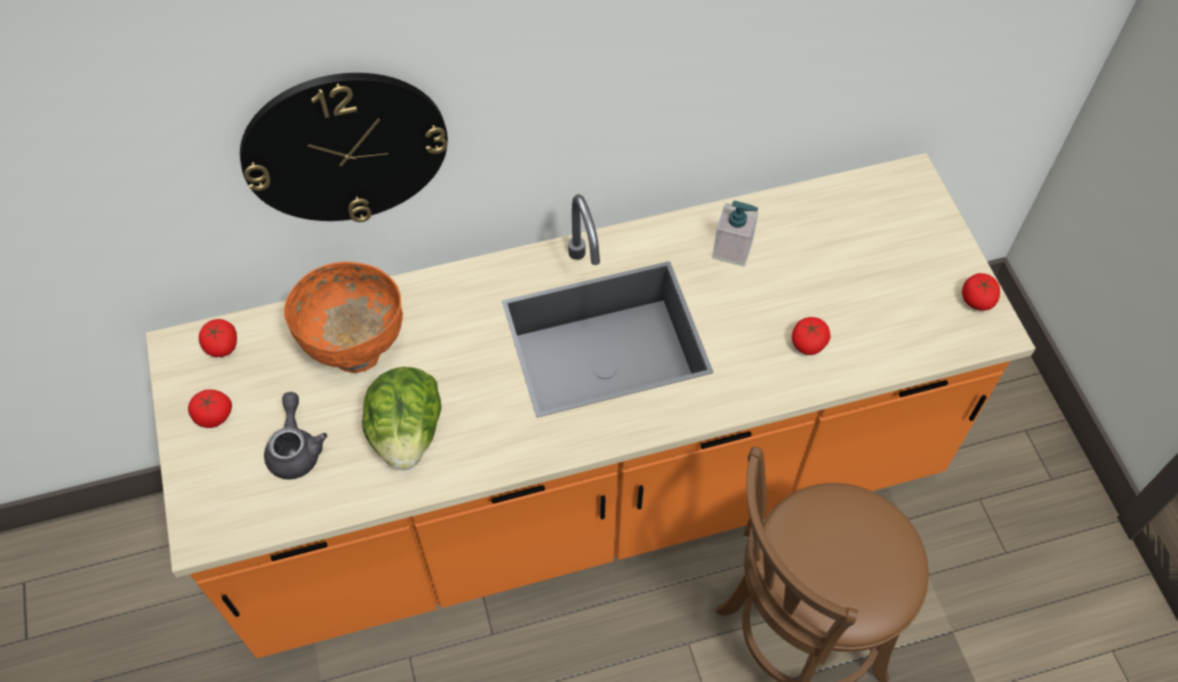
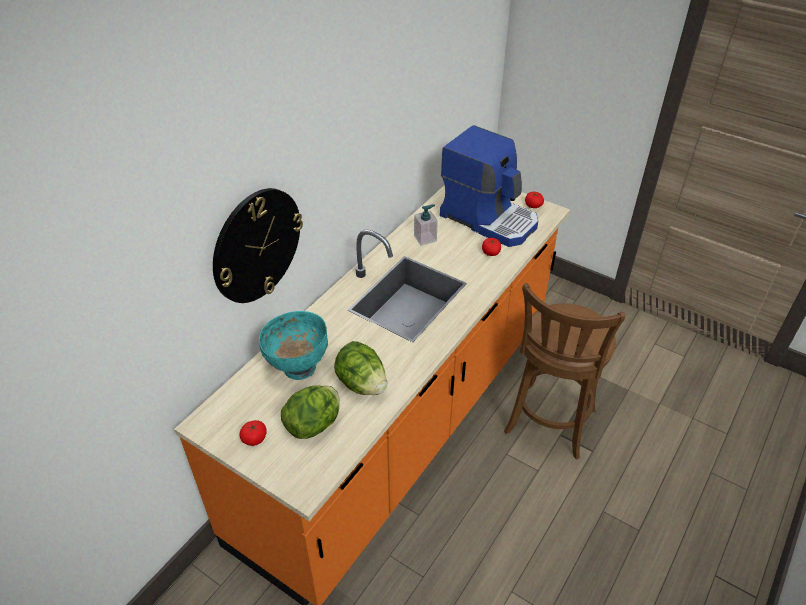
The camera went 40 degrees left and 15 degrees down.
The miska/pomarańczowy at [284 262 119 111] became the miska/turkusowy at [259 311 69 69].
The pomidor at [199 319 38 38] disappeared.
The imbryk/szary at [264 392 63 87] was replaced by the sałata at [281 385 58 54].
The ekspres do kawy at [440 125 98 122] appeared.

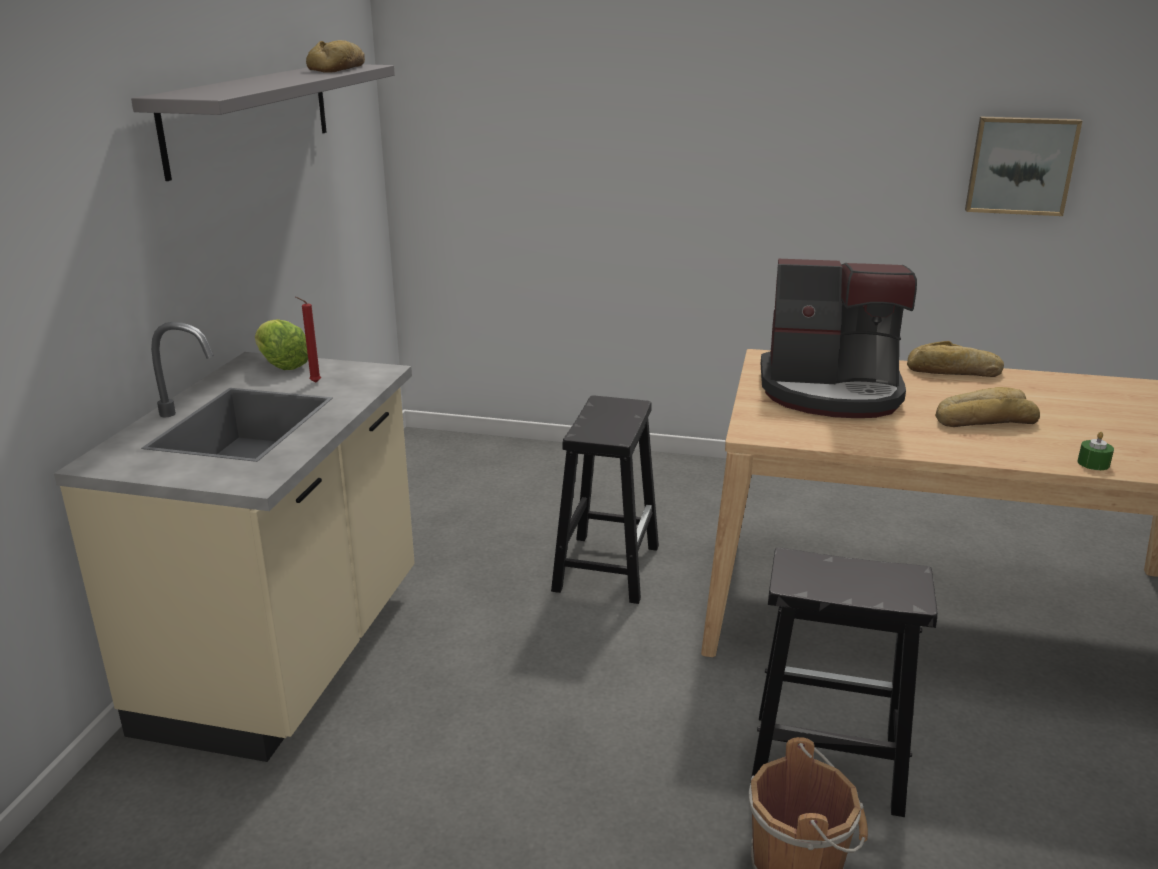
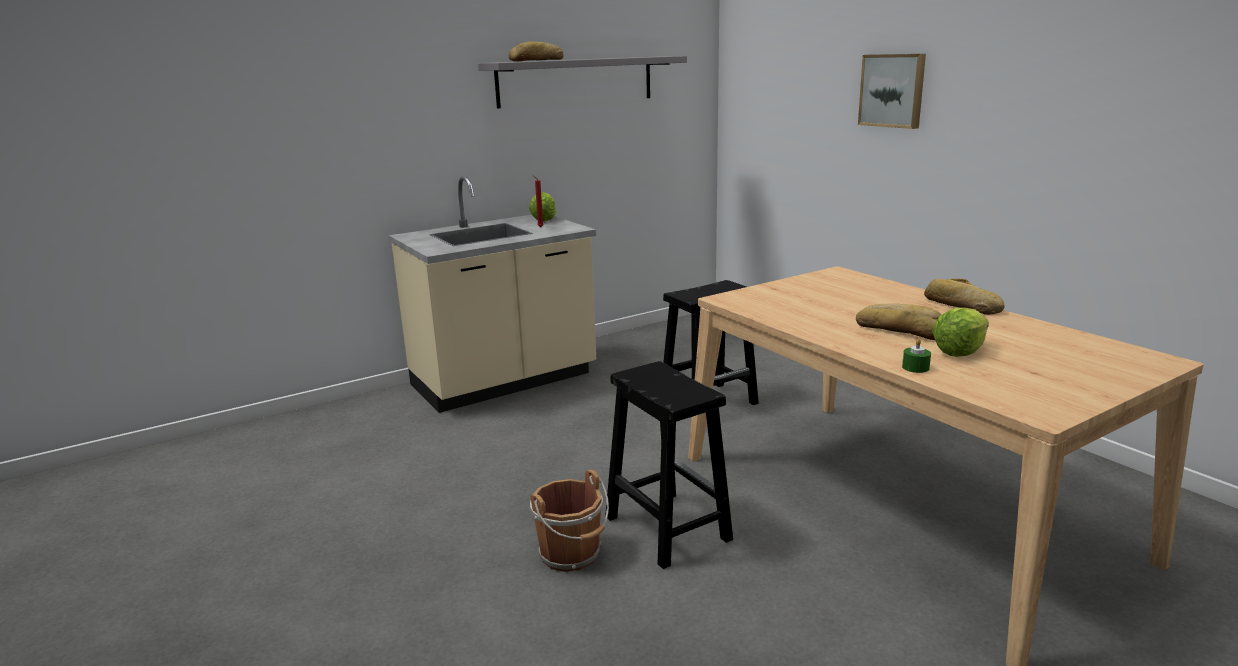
The camera went 45 degrees right and 5 degrees down.
The chleb moved from [306 40 59 33] to [509 42 55 20].
The obraz moved from [965 117 117 99] to [858 54 68 75].
The ekspres do kawy at [761 259 156 159] disappeared.
The sałata at [932 308 57 49] appeared.

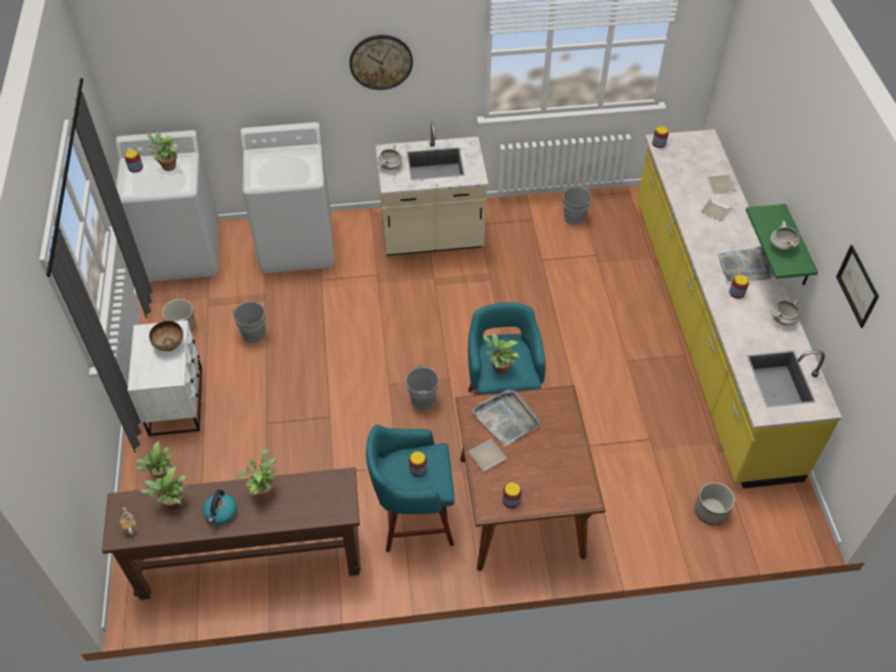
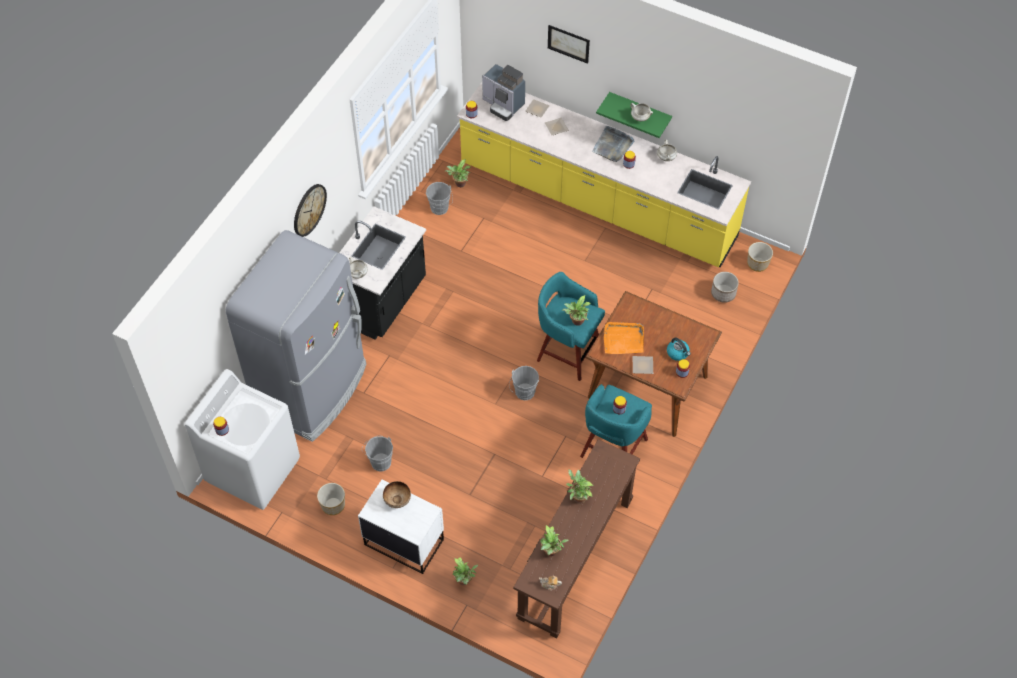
The camera went 55 degrees left and 5 degrees up.
The pralka/biały at [240 122 94 151] was replaced by the lodówka/szary at [226 230 140 212].
The zabudowa kuchenna/beżowy at [376 122 112 134] became the zabudowa kuchenna/czarny at [339 207 87 133].
The roślina doniczkowa moved from [146 132 32 39] to [445 159 26 28].
The obraz moved from [836 245 43 83] to [548 25 42 39].
The taca/szary at [472 389 68 57] became the taca/pomarańczowy at [604 322 40 32].
The czajnik moved from [203 489 33 36] to [667 337 24 24].
The ekspres do kawy at [482 64 43 57] appeared.
The donica at [747 242 26 30] appeared.

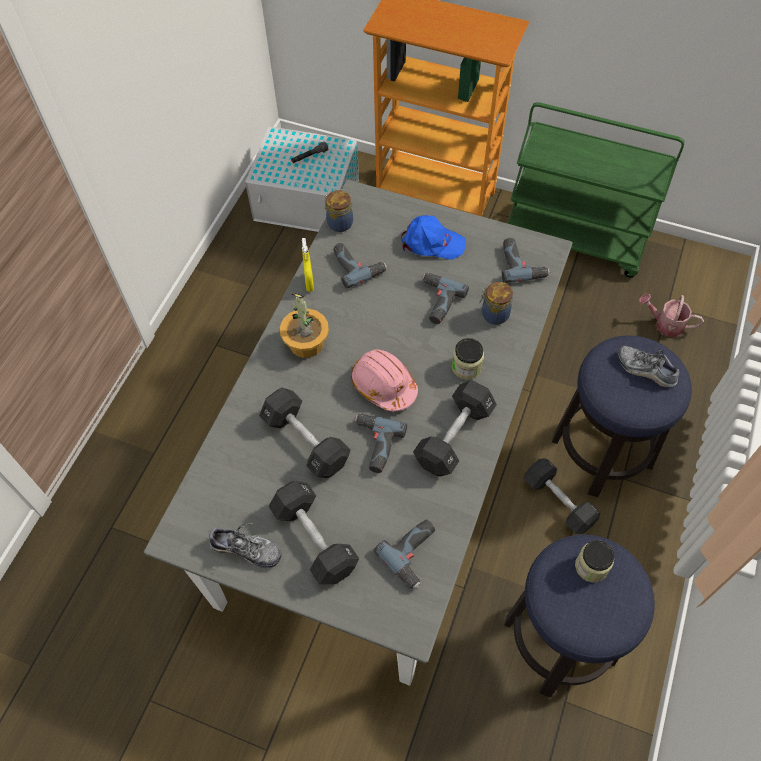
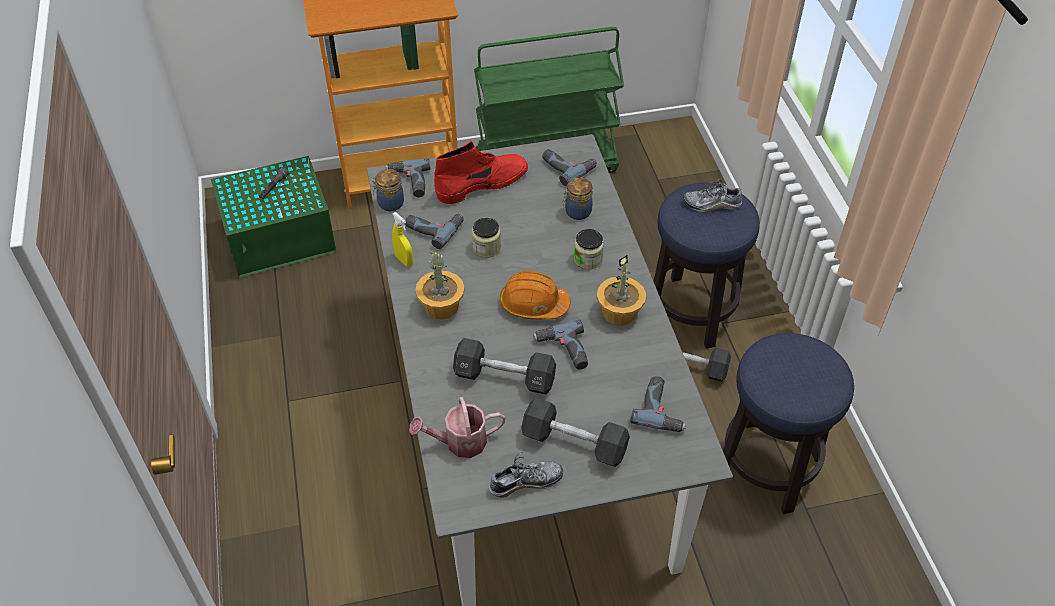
The camera went 35 degrees left and 10 degrees down.
The pojemnik do przechowywania/biały at [245 126 114 106] became the pojemnik do przechowywania/zielony at [211 156 125 122].
The czapka z daszkiem/niebieski at [401 215 65 45] was replaced by the but z cholewką/czerwony at [434 140 94 64].
The wiertarka moved from [422 273 47 51] to [385 158 45 39].
The konewka moved from [639 294 65 43] to [409 397 96 61].
The kask/różowy at [351 349 67 63] became the kask/pomarańczowy at [500 271 71 49].
The hantel/czarny at [413 380 84 96] was replaced by the roślina doniczkowa at [597 255 49 71].
The słoik moved from [575 540 39 42] to [472 218 29 40].

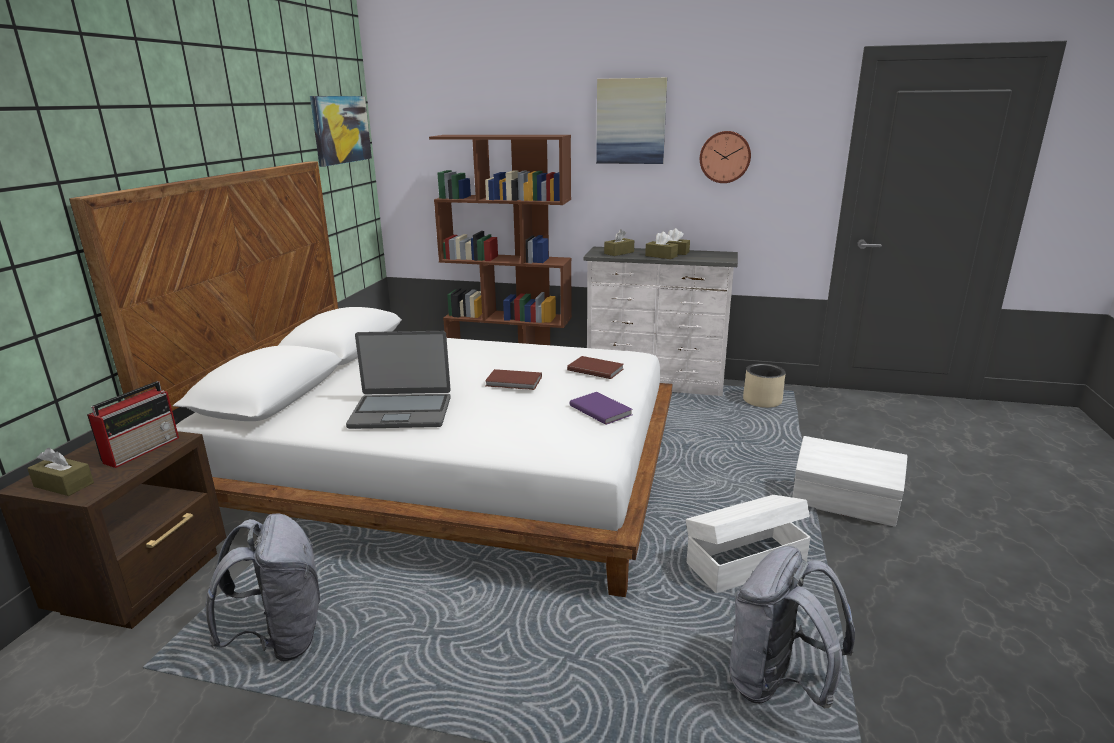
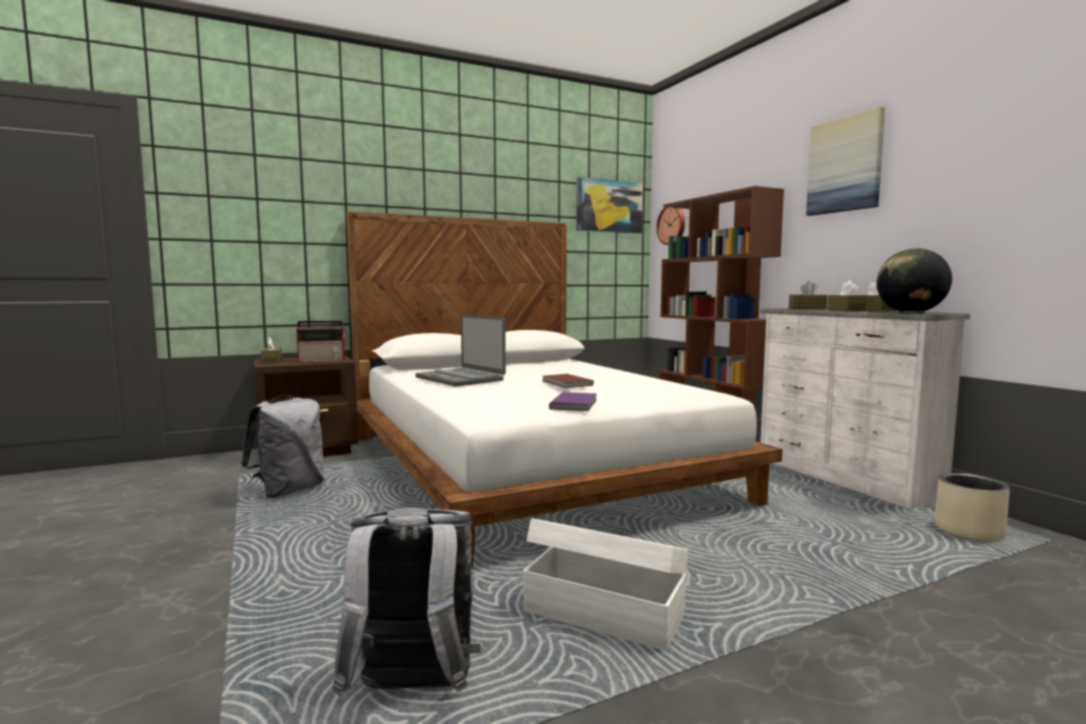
The camera went 50 degrees right and 15 degrees down.
The zegar ścienny moved from [700 131 51 52] to [657 207 28 38].
The książka/brązowy at [567 356 57 23] disappeared.
The pojemnik do przechowywania/biały at [793 436 114 91] disappeared.
The globus at [877 248 75 65] appeared.

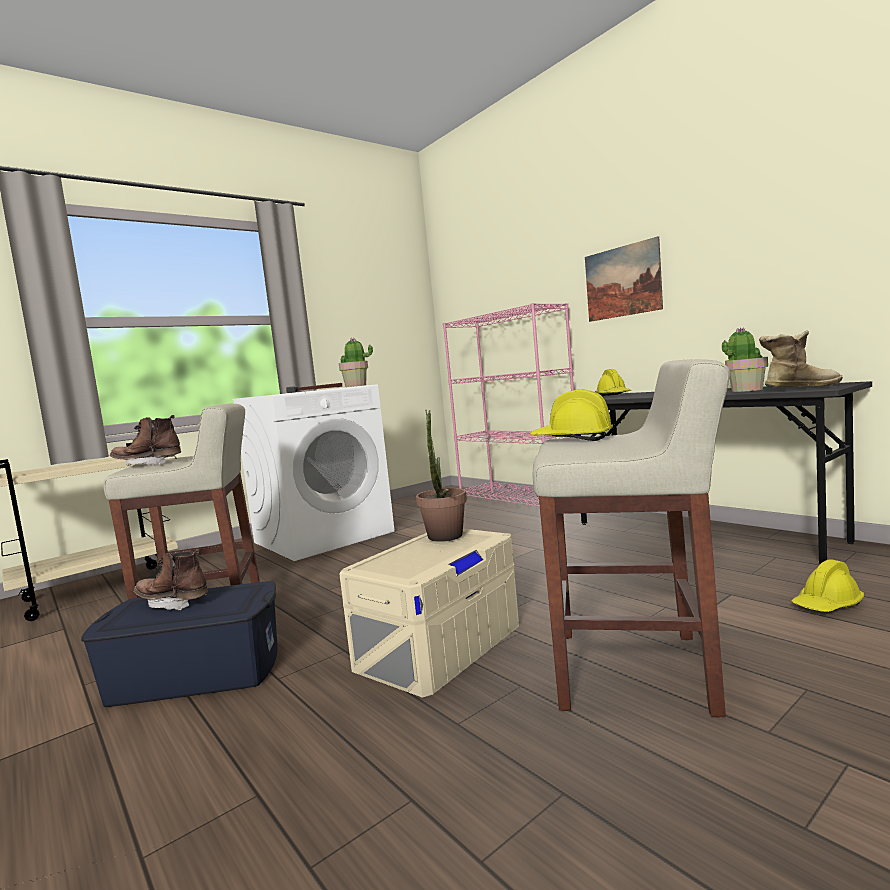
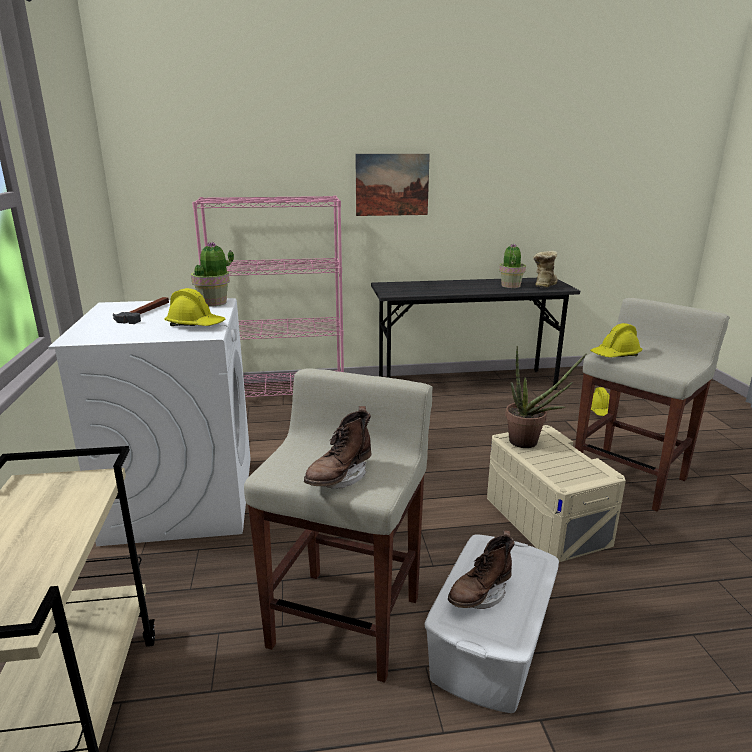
The camera went 60 degrees left and 15 degrees up.
The kask/żółty moved from [595 369 36 27] to [165 288 61 38].
The pojemnik do przechowywania/niebieski at [81 581 197 126] became the pojemnik do przechowywania/biały at [424 535 135 178].

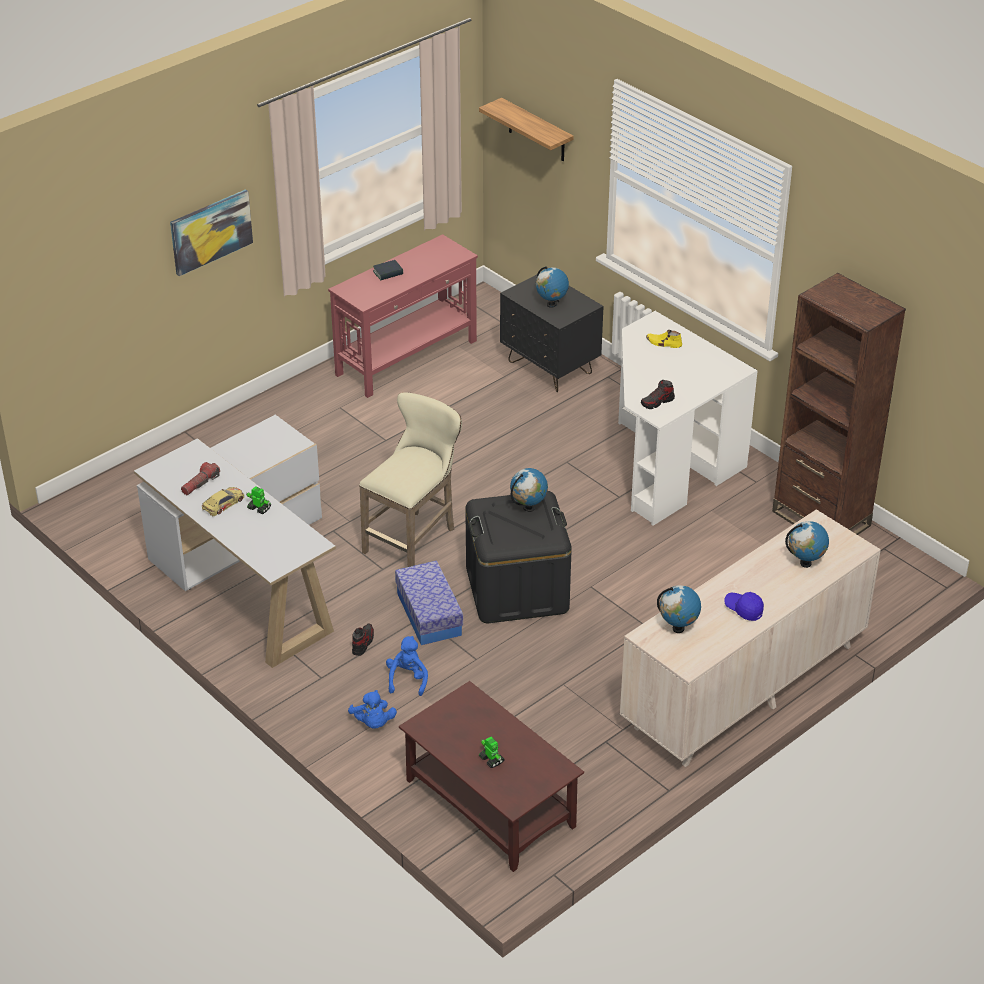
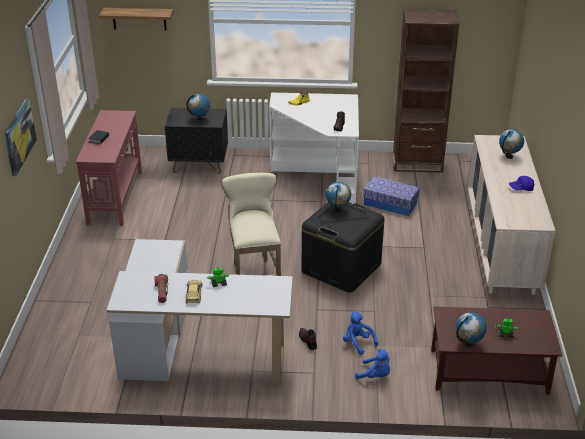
The camera went 45 degrees left and 5 degrees down.
The pojemnik do przechowywania moved from [395 561 68 84] to [363 176 57 40].
The globus moved from [657 585 44 48] to [456 312 31 36].

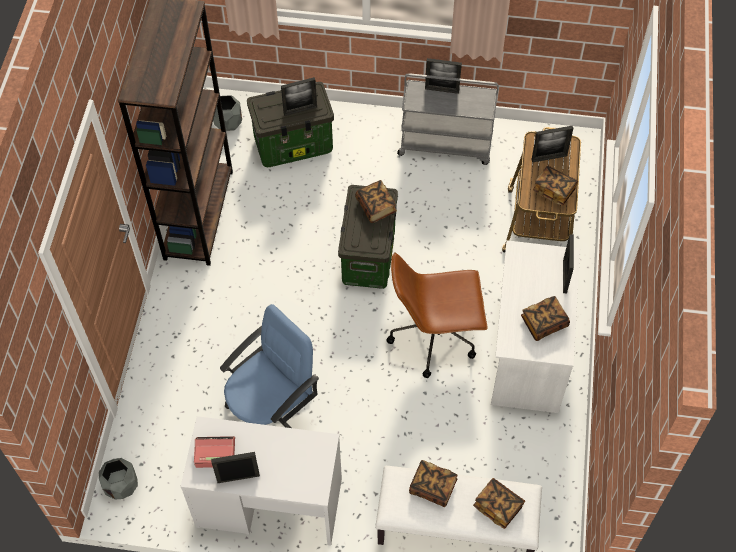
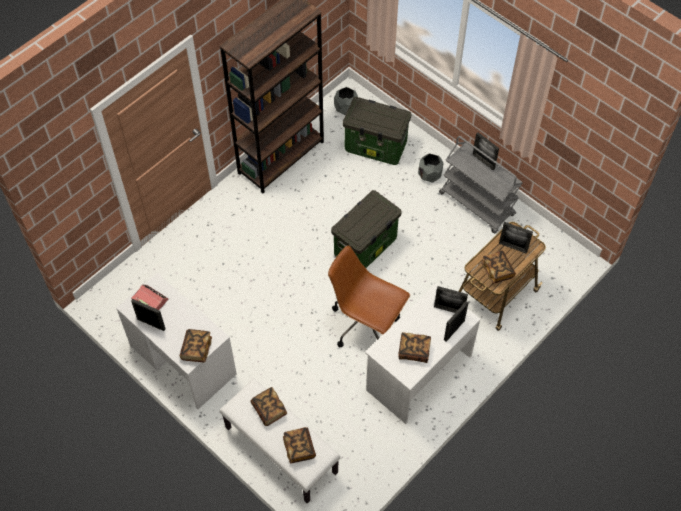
The camera went 35 degrees right and 0 degrees up.
The ramka na zdjęcie moved from [281 77 36 39] to [434 286 34 27].
The książka moved from [355 180 42 43] to [179 329 33 33].
The krzesło biurowe/niebieski at [220 304 99 124] disappeared.
The donica/szary moved from [99 458 39 42] to [418 153 26 29].

